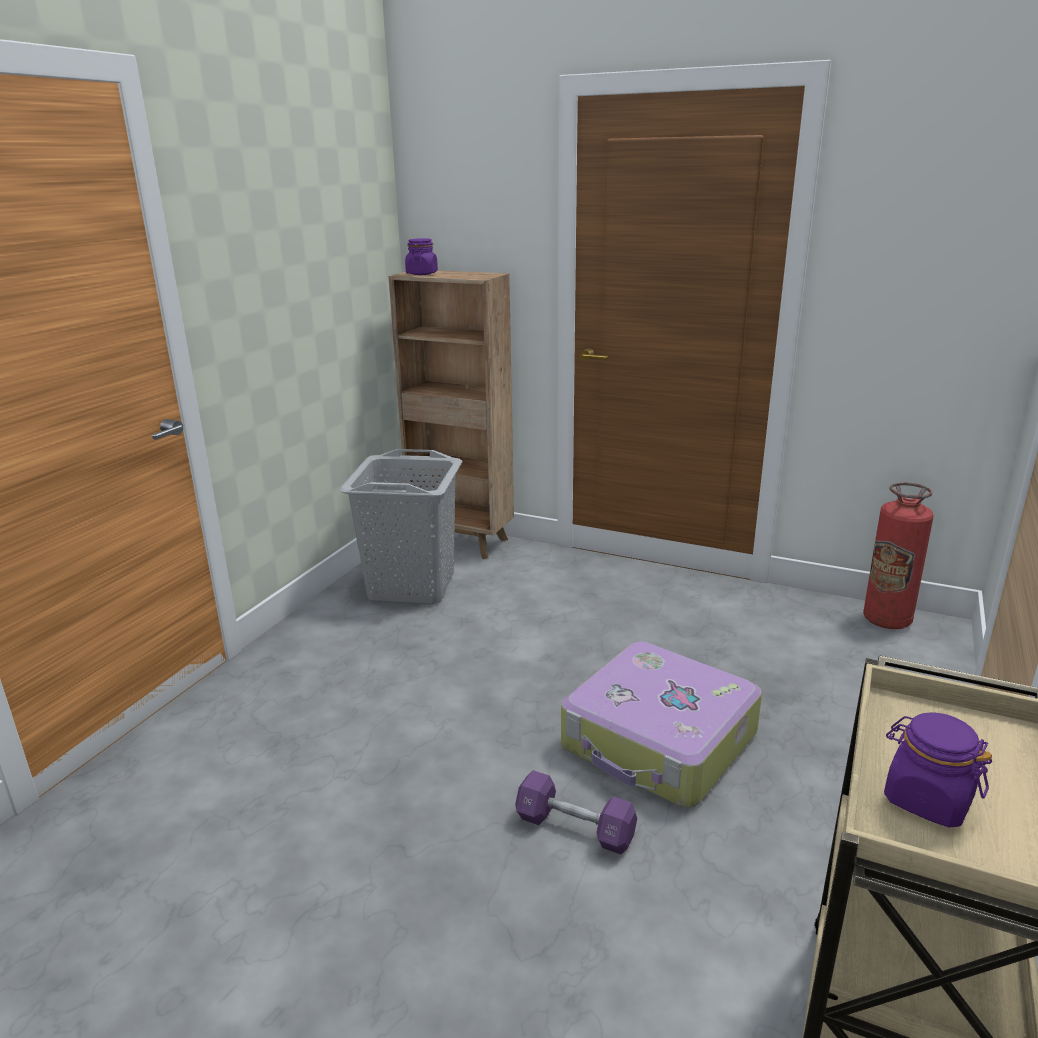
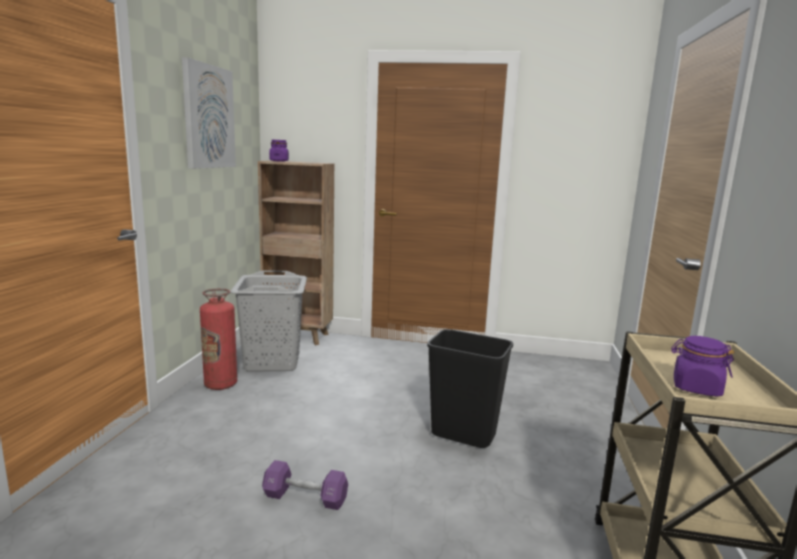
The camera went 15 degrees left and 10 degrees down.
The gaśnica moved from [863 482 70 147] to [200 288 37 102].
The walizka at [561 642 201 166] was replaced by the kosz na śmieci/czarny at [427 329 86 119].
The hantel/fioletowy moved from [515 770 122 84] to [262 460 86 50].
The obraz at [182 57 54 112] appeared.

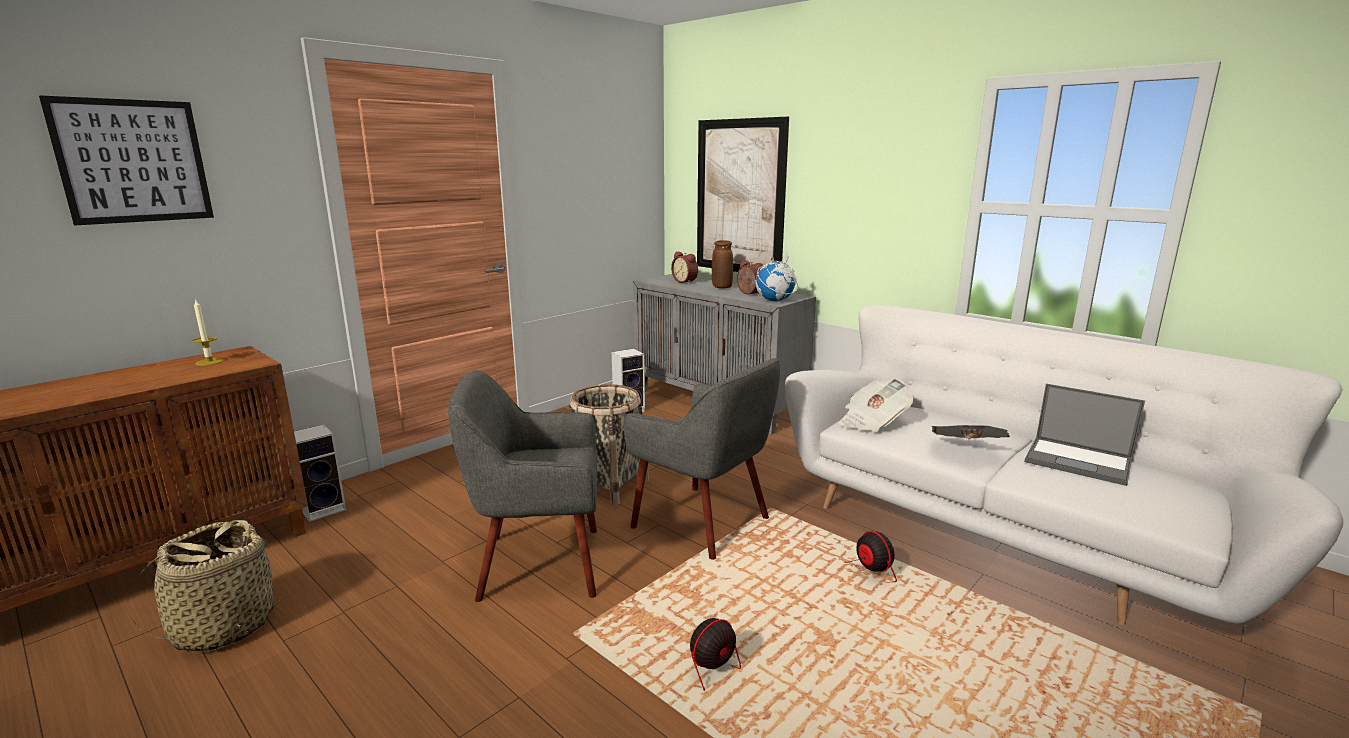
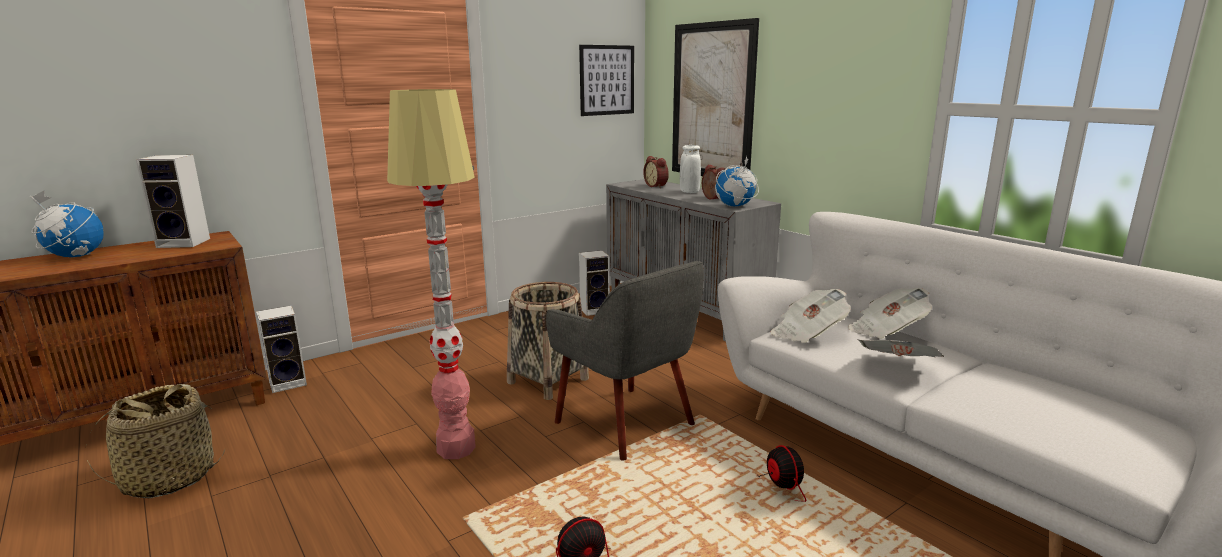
The camera went 10 degrees right and 0 degrees up.
The obraz moved from [39 95 175 131] to [579 45 55 71].
The wazon/brązowy at [712 240 21 48] became the wazon/biały at [680 145 21 48].
The świeca at [192 300 32 66] was replaced by the głośnik at [136 155 74 93].
The fotel/szary at [448 370 149 232] was replaced by the lampa stojąca at [387 89 89 370].
The laptop at [1024 384 121 102] disappeared.
The globus at [29 191 74 66] appeared.
The gazeta at [848 288 84 51] appeared.

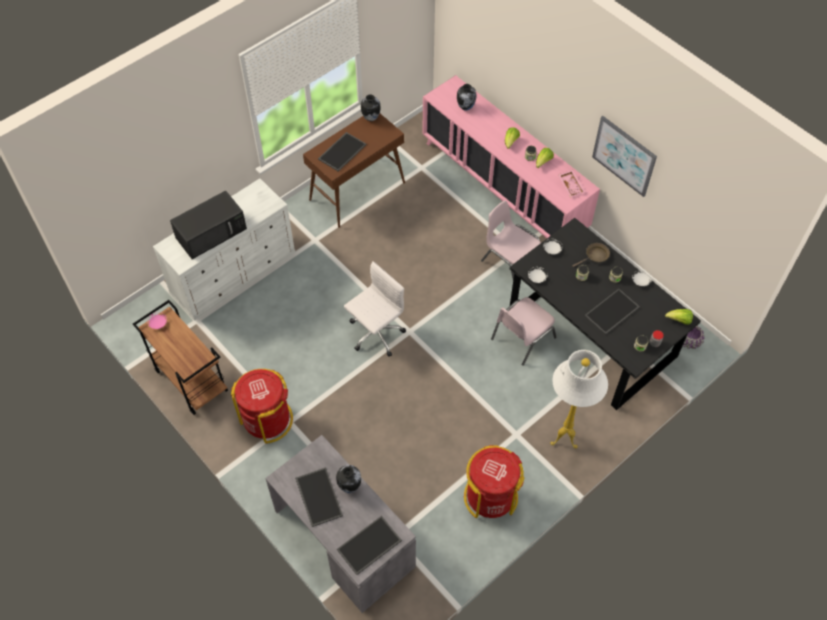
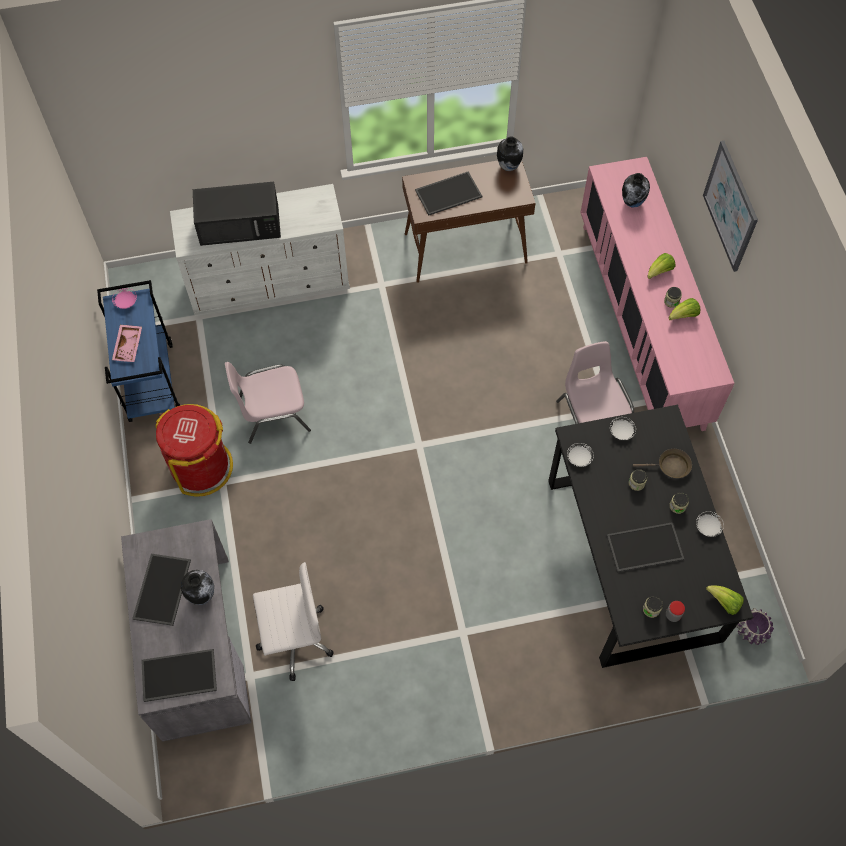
The camera went 30 degrees right and 5 degrees up.
The obraz moved from [592 116 65 81] to [703 141 55 131].
The taca/różowy moved from [558 170 27 28] to [112 325 30 37].
The krzesło biurowe/biały moved from [344 261 62 96] to [253 562 81 119].
The krzesło/różowy moved from [491 297 66 69] to [225 362 86 82].
The wózek/brązowy at [133 300 95 115] became the wózek/niebieski at [97 280 83 142].
The lampa stojąca/biały at [550 350 58 99] disappeared.
The kosz na śmieci/czerwony at [464 445 61 73] disappeared.

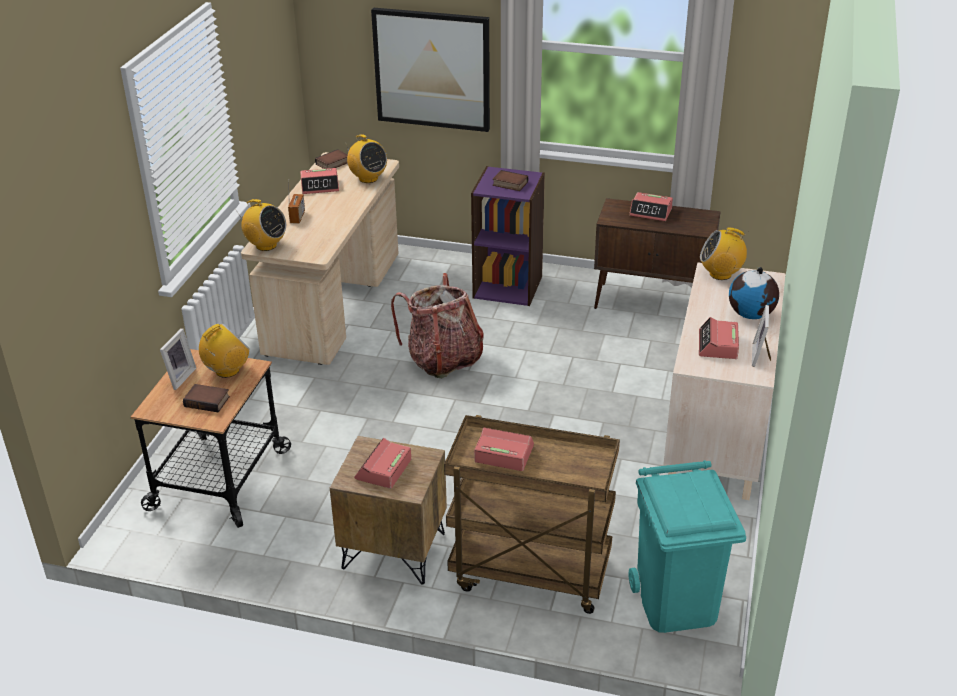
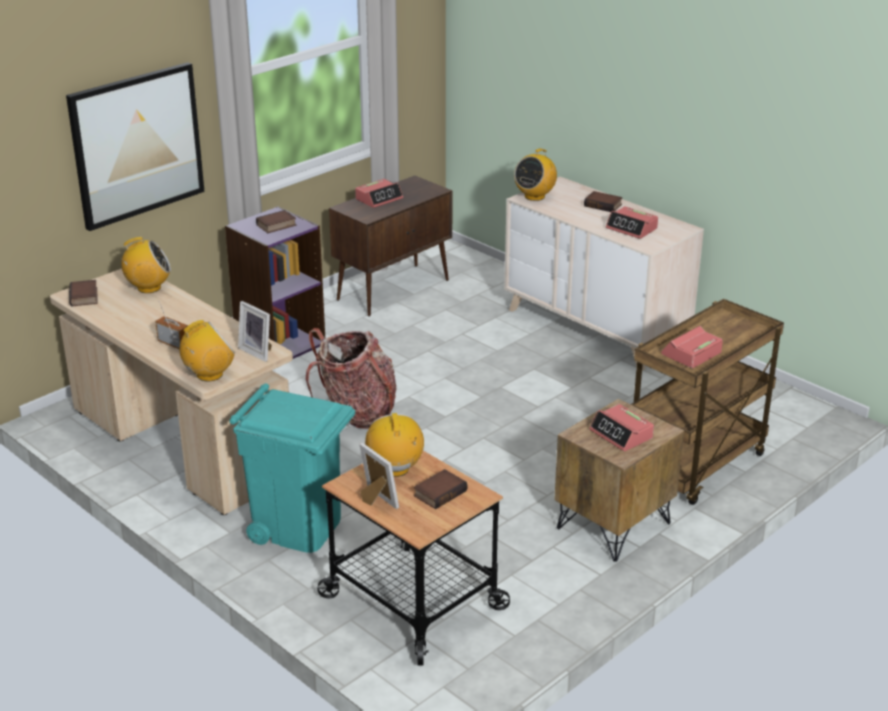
The camera went 60 degrees left and 5 degrees down.
The budzik at [300 168 39 26] disappeared.
The globus at [729 267 50 52] was replaced by the książka at [584 191 39 21].
The ramka na zdjęcie moved from [752 305 19 62] to [238 301 34 61].
The kosz na śmieci/turkusowy moved from [629 460 117 173] to [230 383 125 170].

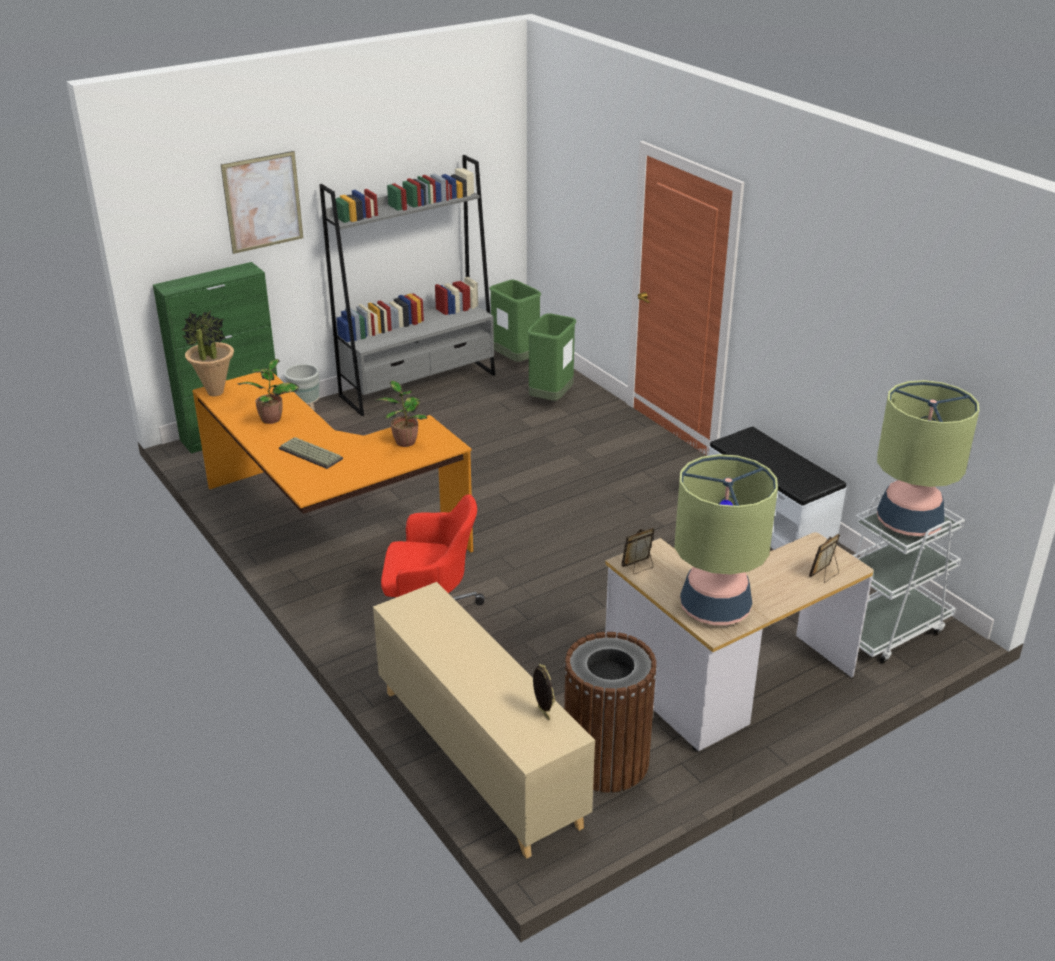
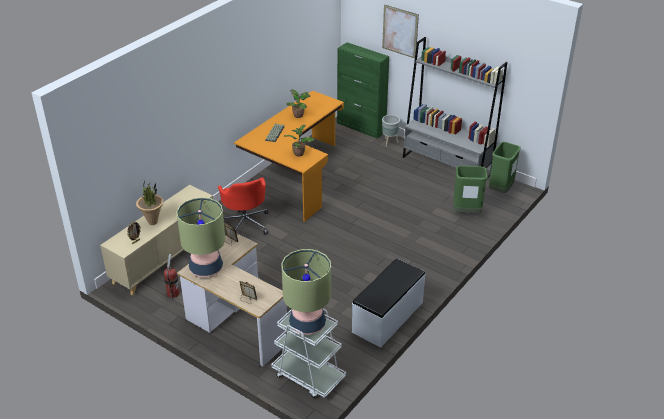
The camera went 70 degrees right and 5 degrees up.
The roślina doniczkowa moved from [181 311 53 85] to [136 181 28 44].
The kosz na śmieci/brązowy at [564 632 93 161] was replaced by the gaśnica at [164 254 15 45].

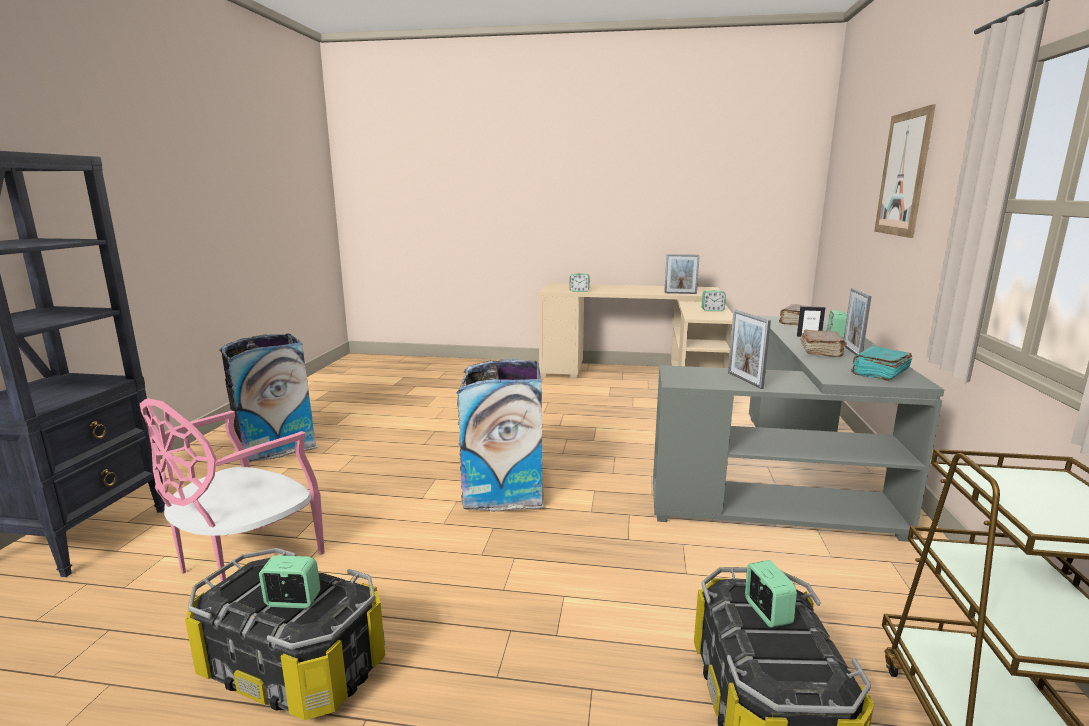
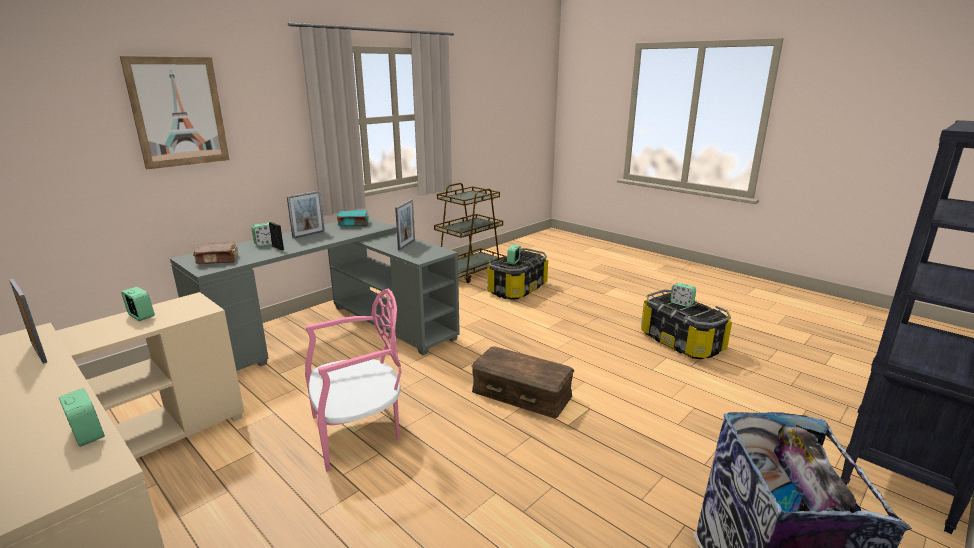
The camera went 145 degrees left and 5 degrees up.
The książka/brązowy at [800 329 47 28] disappeared.
The kosz na śmieci at [456 359 89 153] was replaced by the pojemnik do przechowywania/brązowy at [471 346 103 72].
The krzesło/różowy moved from [140 398 185 183] to [305 289 96 183].

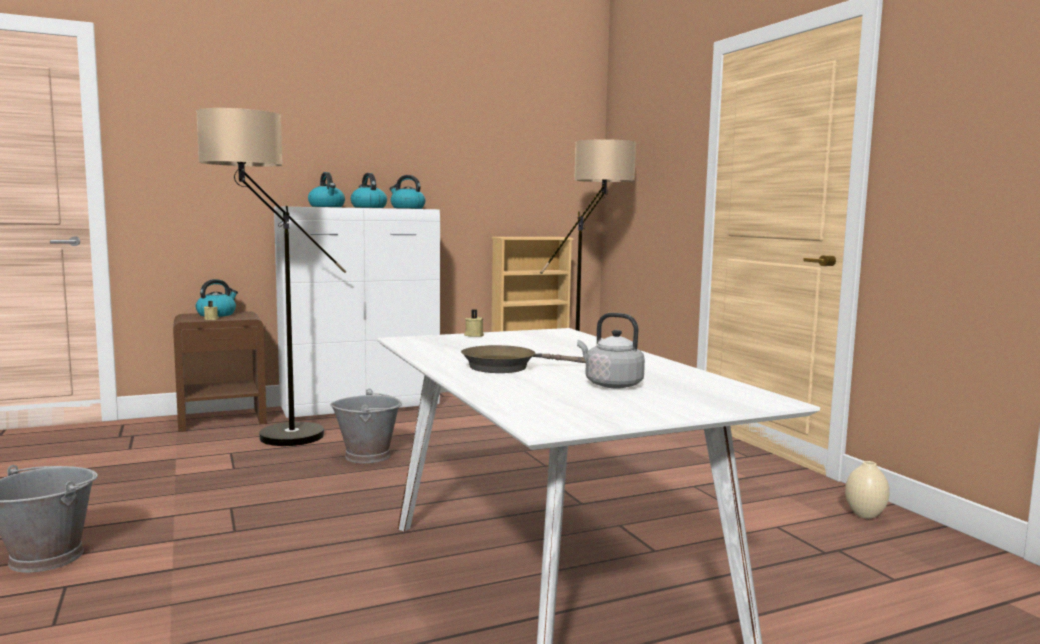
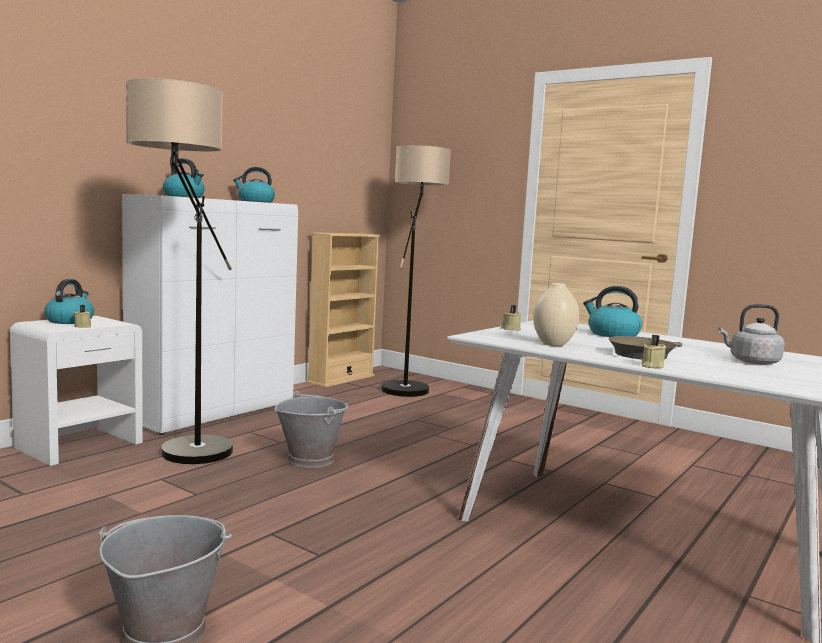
The camera went 30 degrees left and 0 degrees up.
The czajnik moved from [351 173 36 35] to [583 286 59 51].
The szafka nocna/brązowy at [173 312 94 120] became the szafka nocna/biały at [10 316 133 150].
The wazon/beżowy moved from [845 461 45 58] to [533 283 46 63].
The świeca/beżowy at [641 335 26 33] appeared.

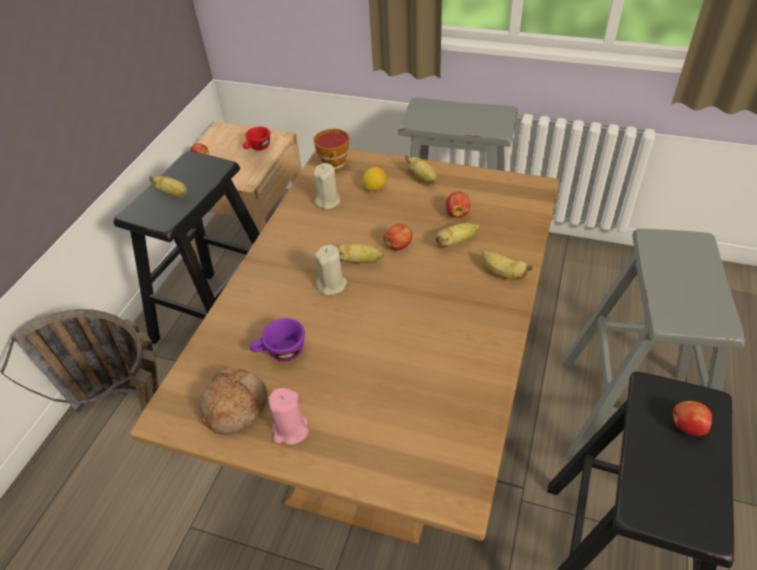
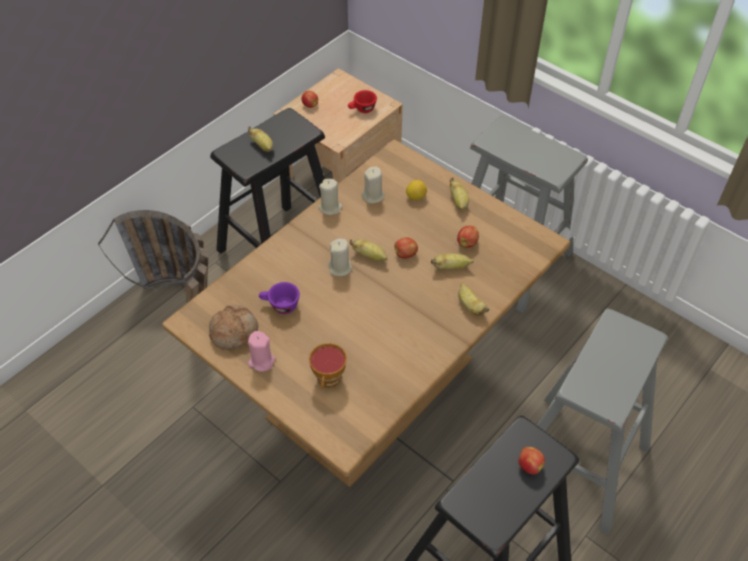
The camera went 20 degrees right and 5 degrees up.
The filiżanka moved from [313 129 36 44] to [309 343 38 45].
The świeca/beżowy at [319 179 24 36] appeared.

